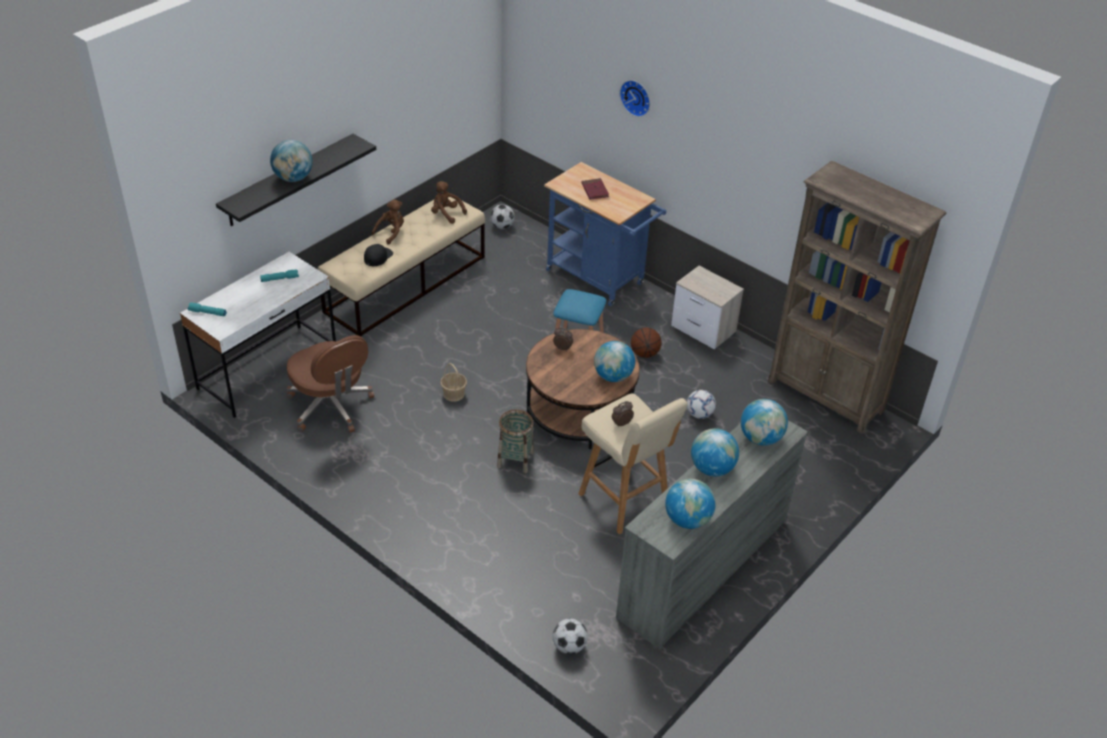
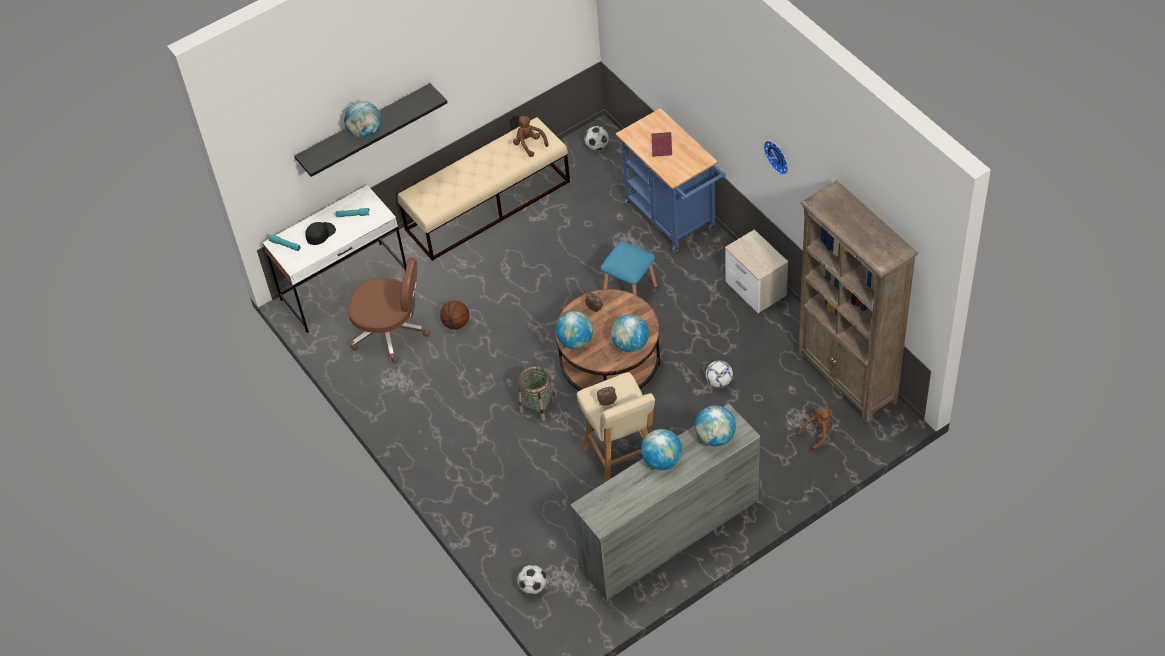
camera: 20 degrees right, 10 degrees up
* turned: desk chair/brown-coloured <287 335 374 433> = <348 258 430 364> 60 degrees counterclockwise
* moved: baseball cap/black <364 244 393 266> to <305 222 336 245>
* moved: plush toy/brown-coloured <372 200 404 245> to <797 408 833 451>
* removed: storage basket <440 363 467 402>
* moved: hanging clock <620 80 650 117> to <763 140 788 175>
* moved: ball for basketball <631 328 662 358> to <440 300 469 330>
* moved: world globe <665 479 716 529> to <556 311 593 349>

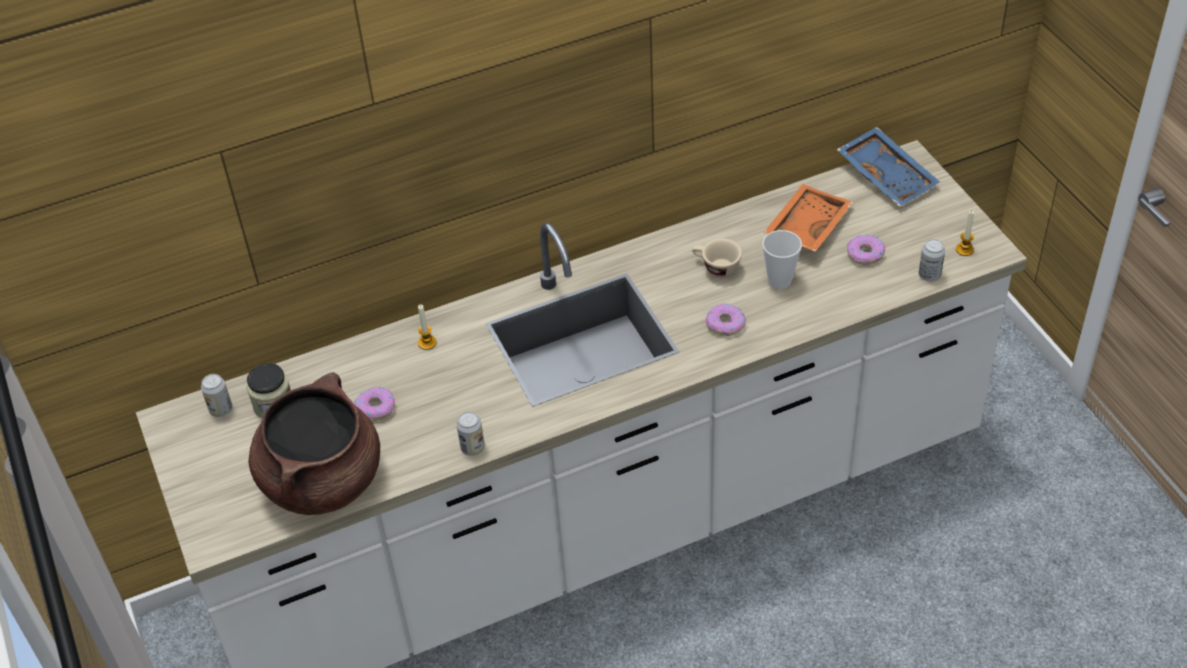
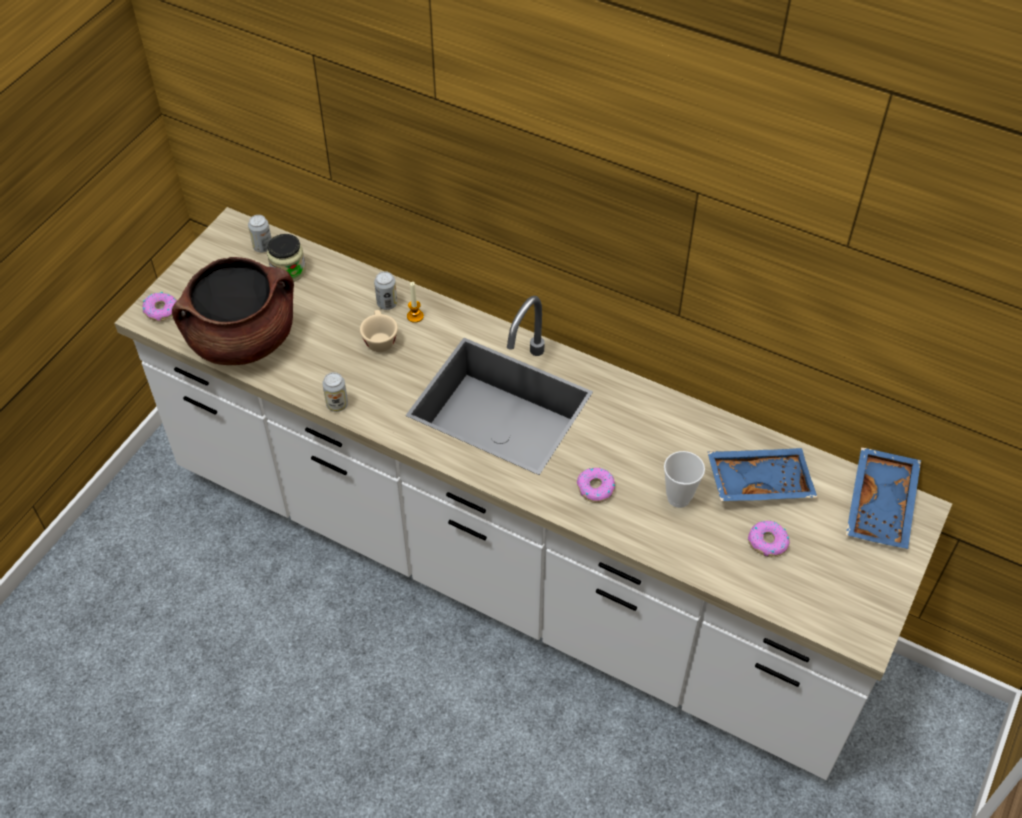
camera: 50 degrees right, 5 degrees up
* moved: ring doughnut <354 387 395 421> to <142 292 177 321>
* moved: small cup/beige <692 239 742 278> to <360 310 398 352>
* recoloured: serving tray/orange-coloured <763 184 853 252> to serving tray/blue-coloured <707 448 817 501>
* moved: sealed can <919 239 945 281> to <374 271 397 310>
* removed: candle <956 211 974 256>

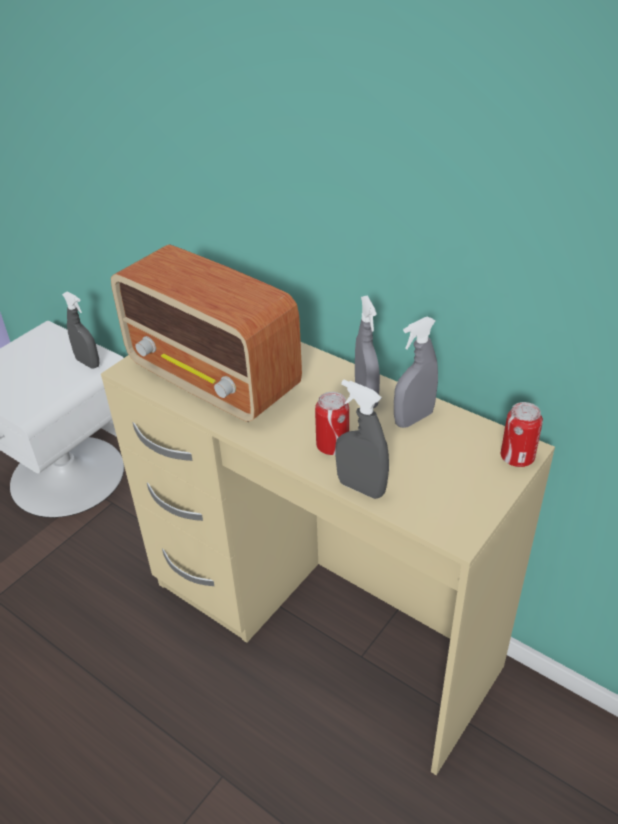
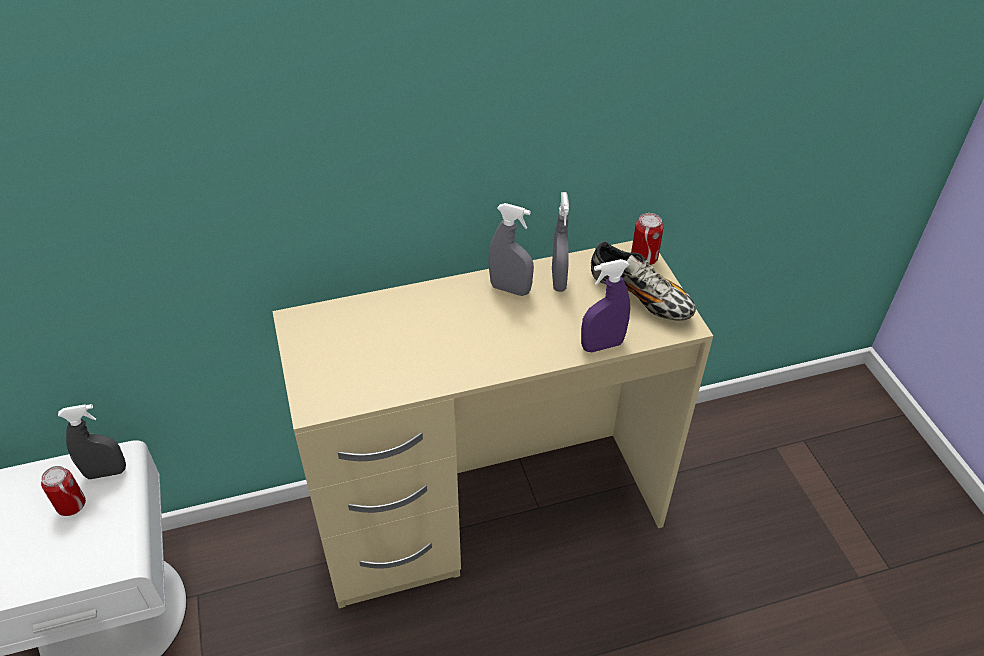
camera: 55 degrees left, 5 degrees up
* removed: radio <111 244 302 422>
* moved: sealed can <315 392 349 455> to <41 466 86 516>
* recoloured: sprayer/gray <336 379 389 499> to sprayer/purplish <581 259 630 352>
* added: low shoe <591 241 696 321>

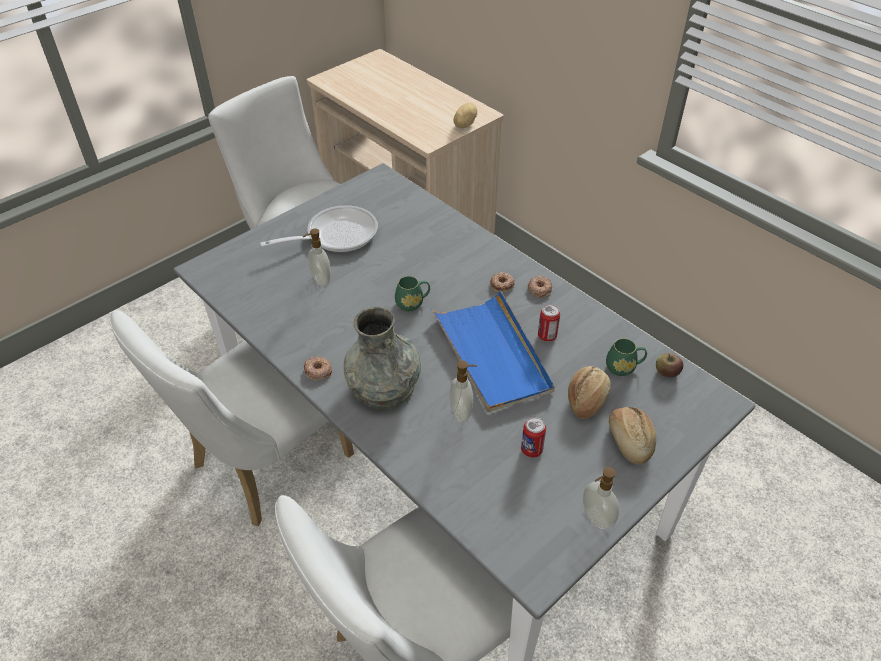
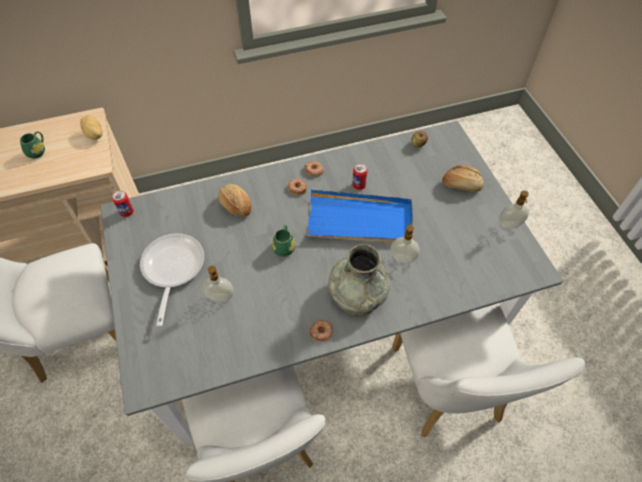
camera: 65 degrees left, 10 degrees up
* moved: sealed can <521 417 546 457> to <112 190 134 217>
* moved: baked bread <568 366 611 419> to <218 184 252 217>
* moved: tea mug/green-coloured <606 338 647 376> to <20 132 45 159>

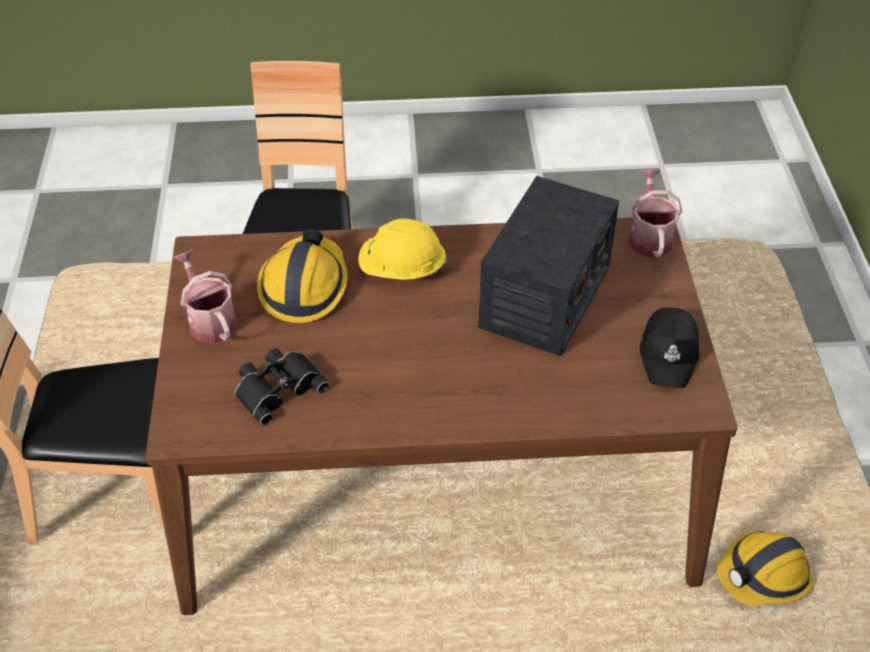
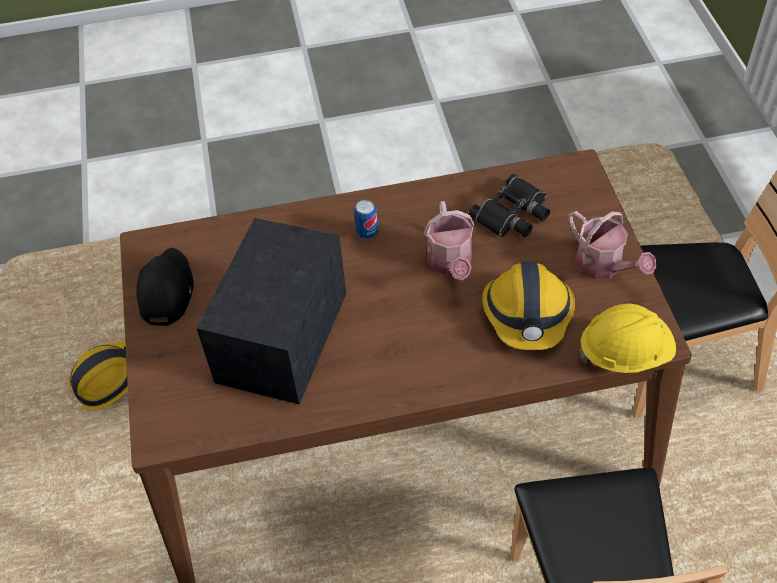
camera: 175 degrees right, 5 degrees up
* moved: safety helmet/yellow <358 218 447 280> to <579 304 676 373>
* moved: watering can <628 169 682 257> to <424 201 476 280>
* added: sealed can <354 200 378 239>

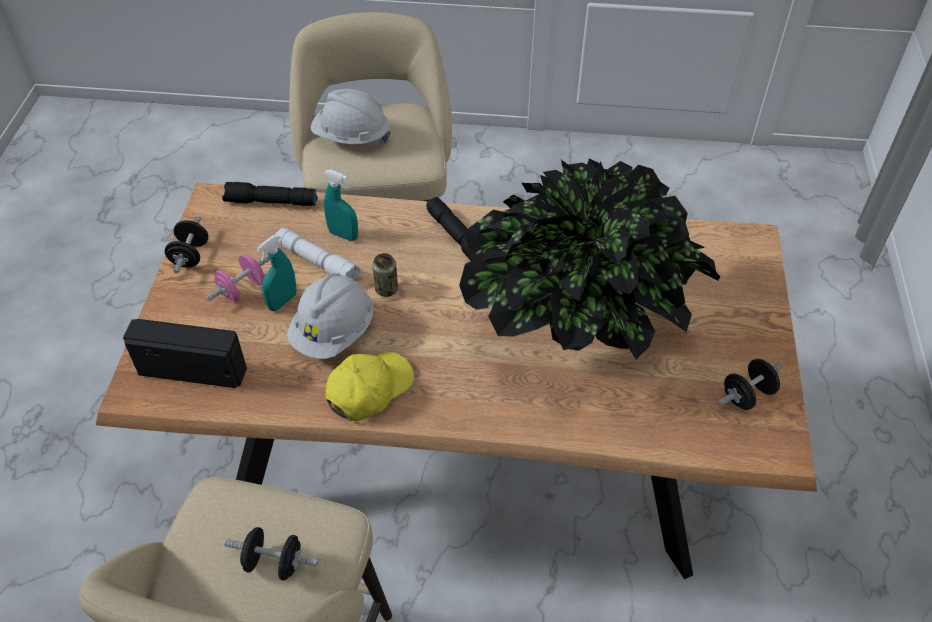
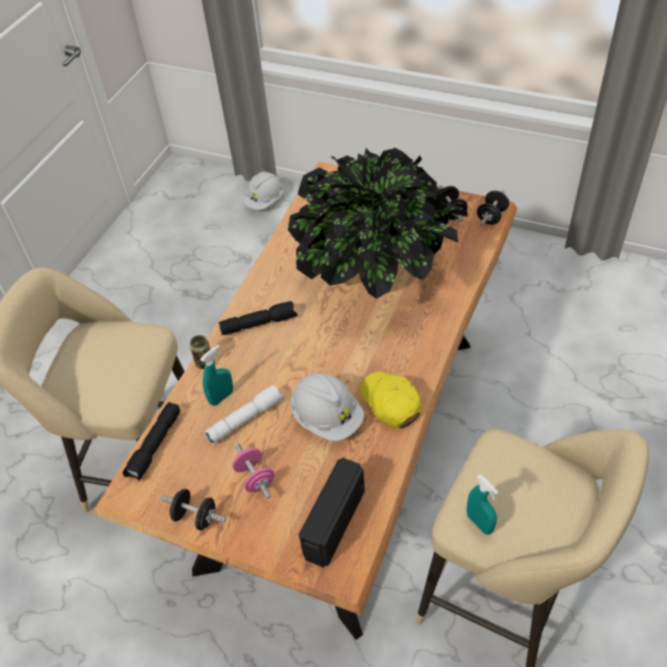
camera: 70 degrees left, 0 degrees up
* moved: hand weight/black <224 527 318 580> to <477 190 509 226>
* moved: sprayer/turquoise <256 235 296 311> to <467 475 498 535>
* moved: safety helmet/white <311 89 391 145> to <243 171 283 210>
* moved: sealed can <372 253 398 297> to <190 335 211 369>

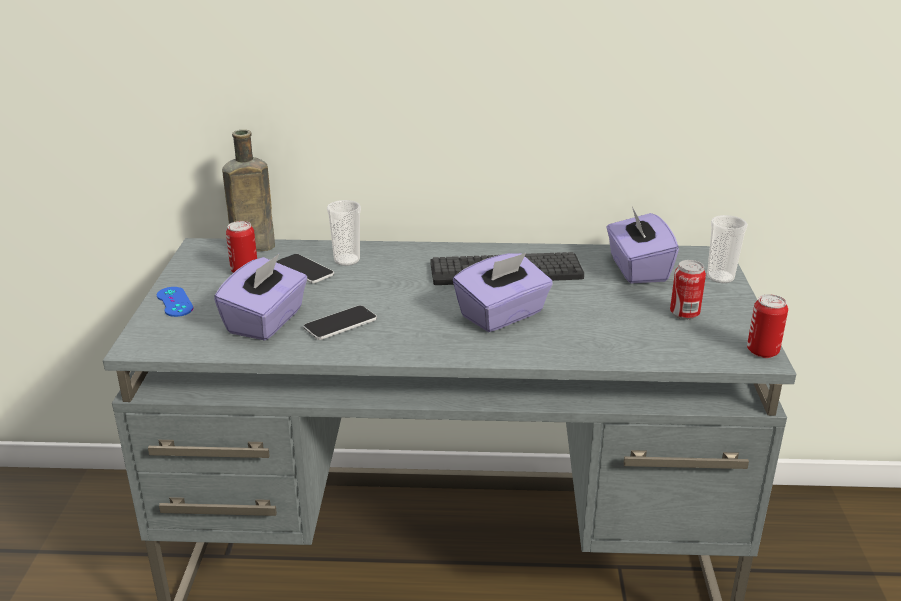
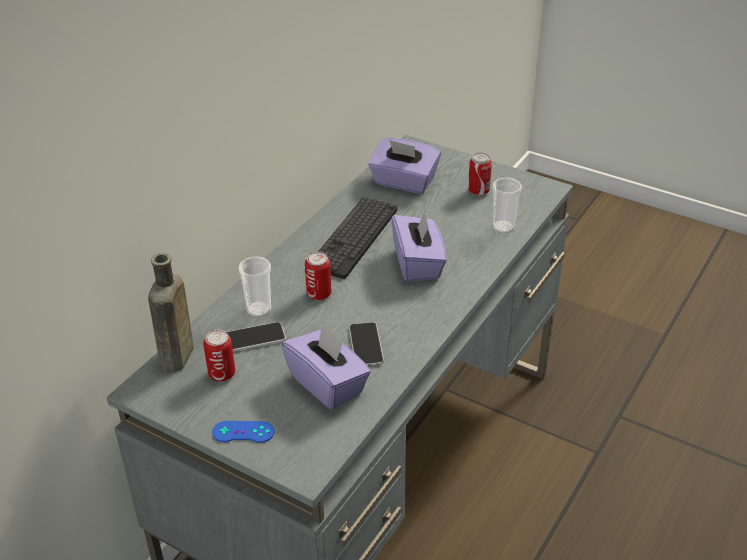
camera: 60 degrees left, 10 degrees up
* moved: small cup <707 215 748 283> to <493 177 522 233>
* moved: sealed can <747 294 788 358> to <305 252 331 300>

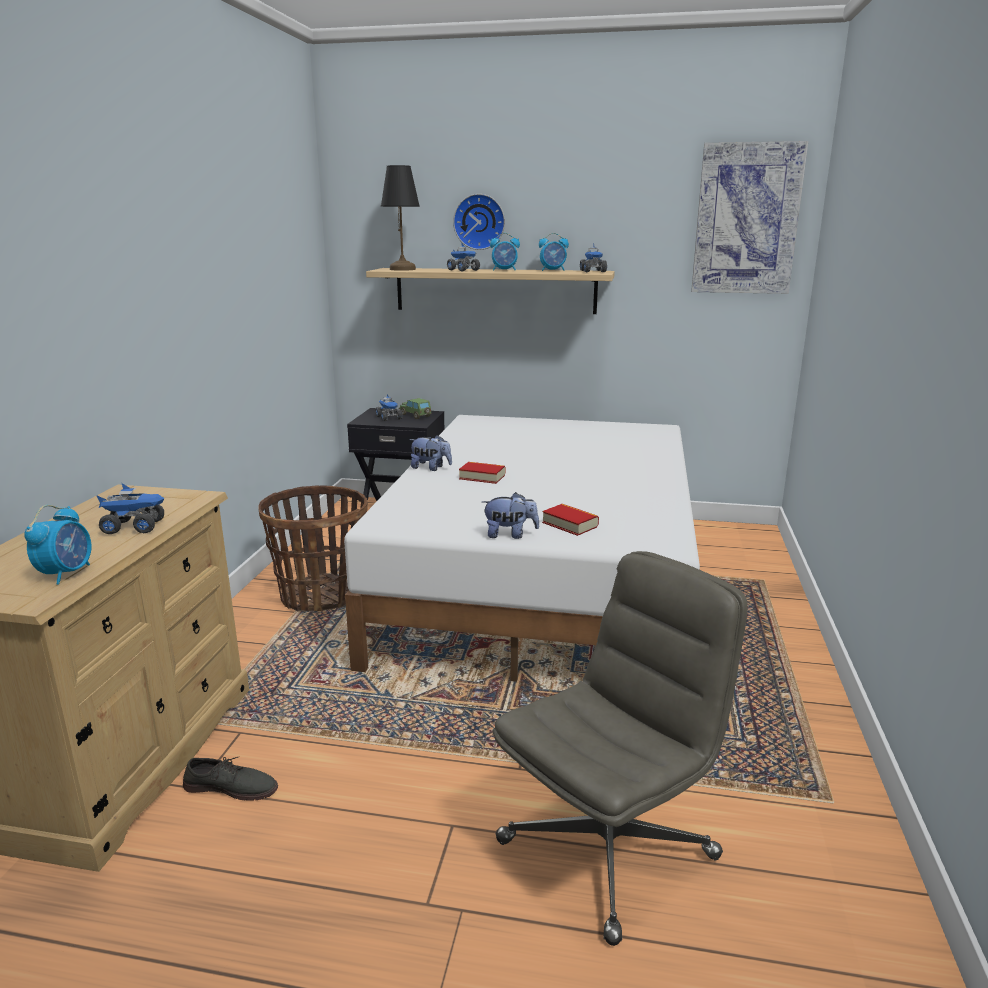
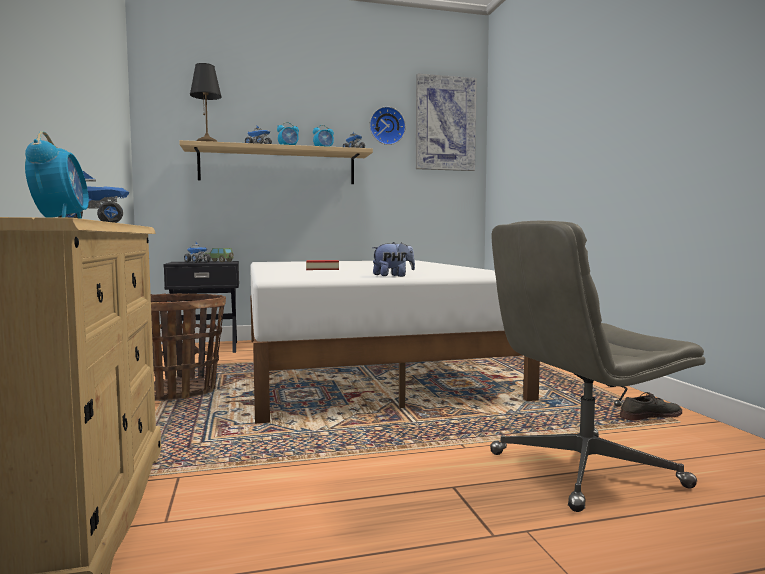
camera: 25 degrees left, 15 degrees down
* moved: low shoe/gray <183 757 278 801> to <620 392 682 421>
* removed: plush toy <409 435 452 471>
* moved: hanging clock <453 194 505 250> to <370 106 406 145>
* turned: desk chair/gray <493 551 748 946> = <490 221 705 512> 135 degrees counterclockwise
* removed: bound book <542 504 599 536>

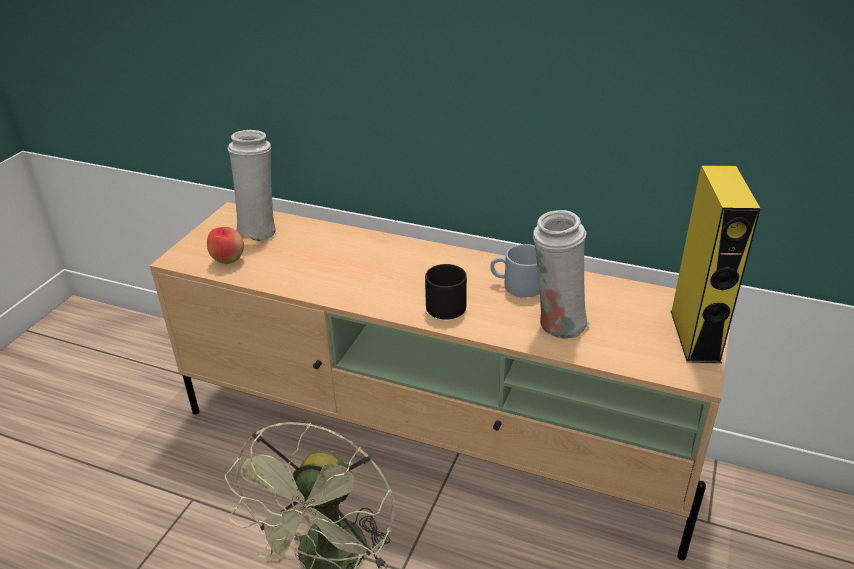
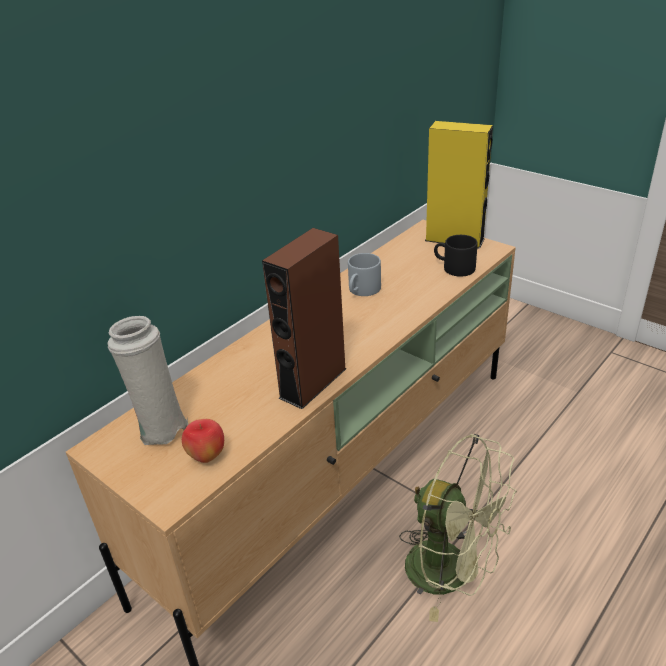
camera: 70 degrees left, 0 degrees up
* moved: tea mug/black <425 264 467 320> to <434 235 478 277>
* removed: vase/white <533 210 590 339>
* added: loudspeaker/brown-coloured <262 228 347 409>

